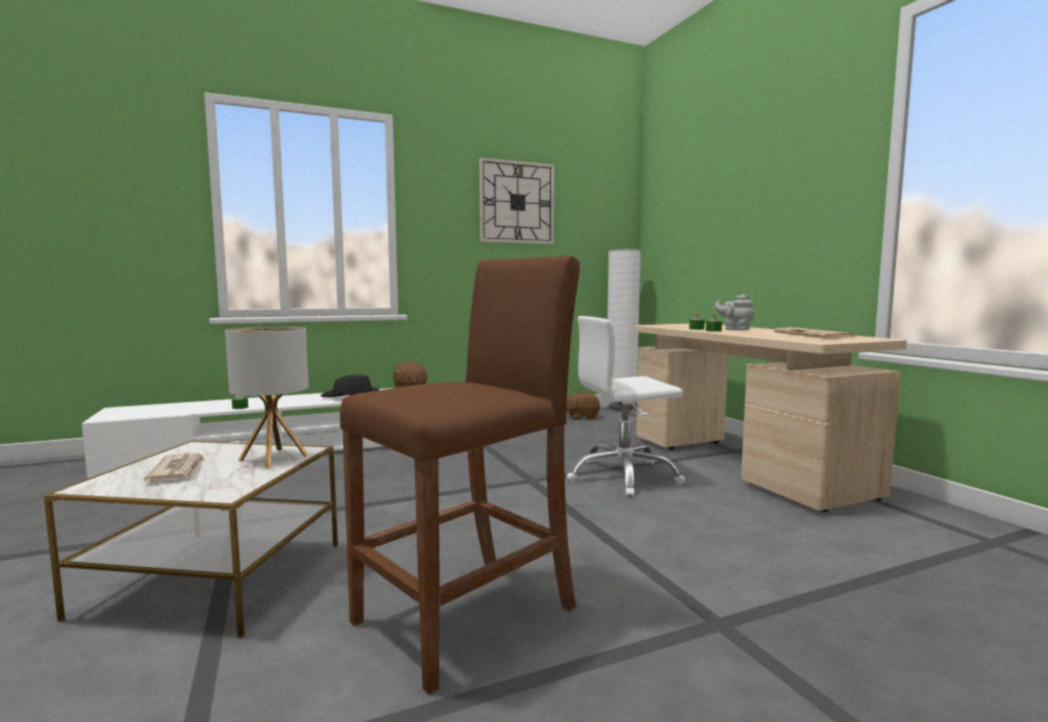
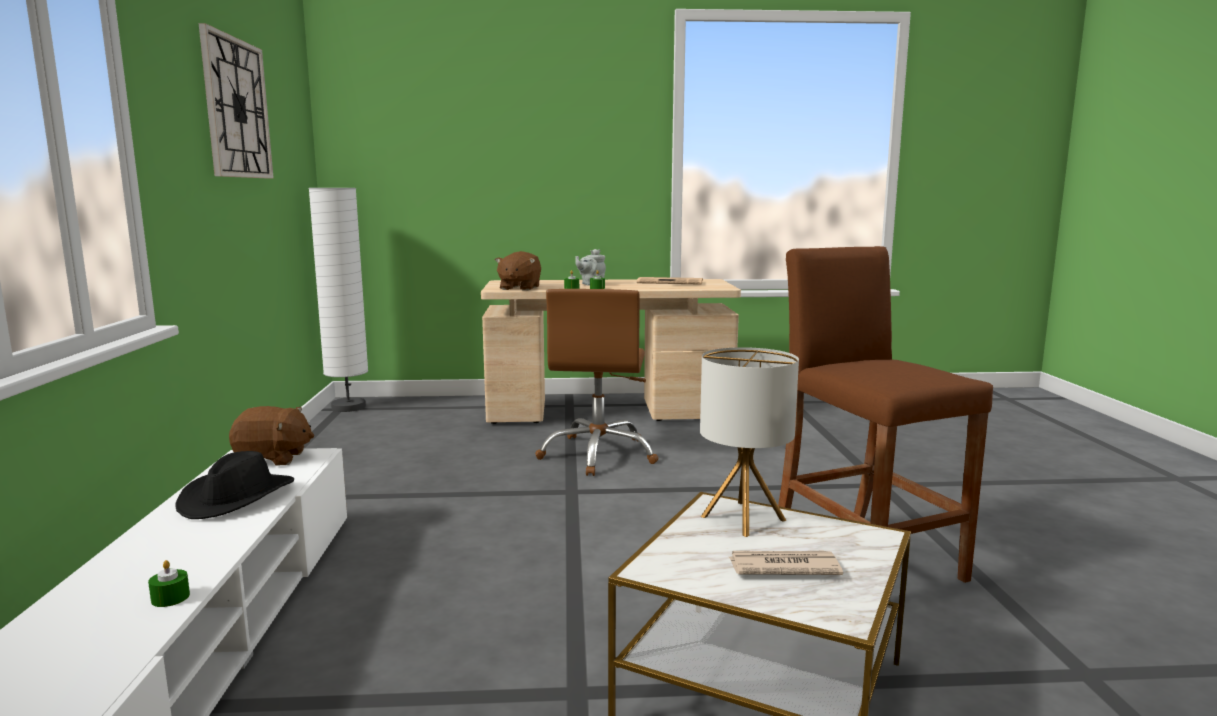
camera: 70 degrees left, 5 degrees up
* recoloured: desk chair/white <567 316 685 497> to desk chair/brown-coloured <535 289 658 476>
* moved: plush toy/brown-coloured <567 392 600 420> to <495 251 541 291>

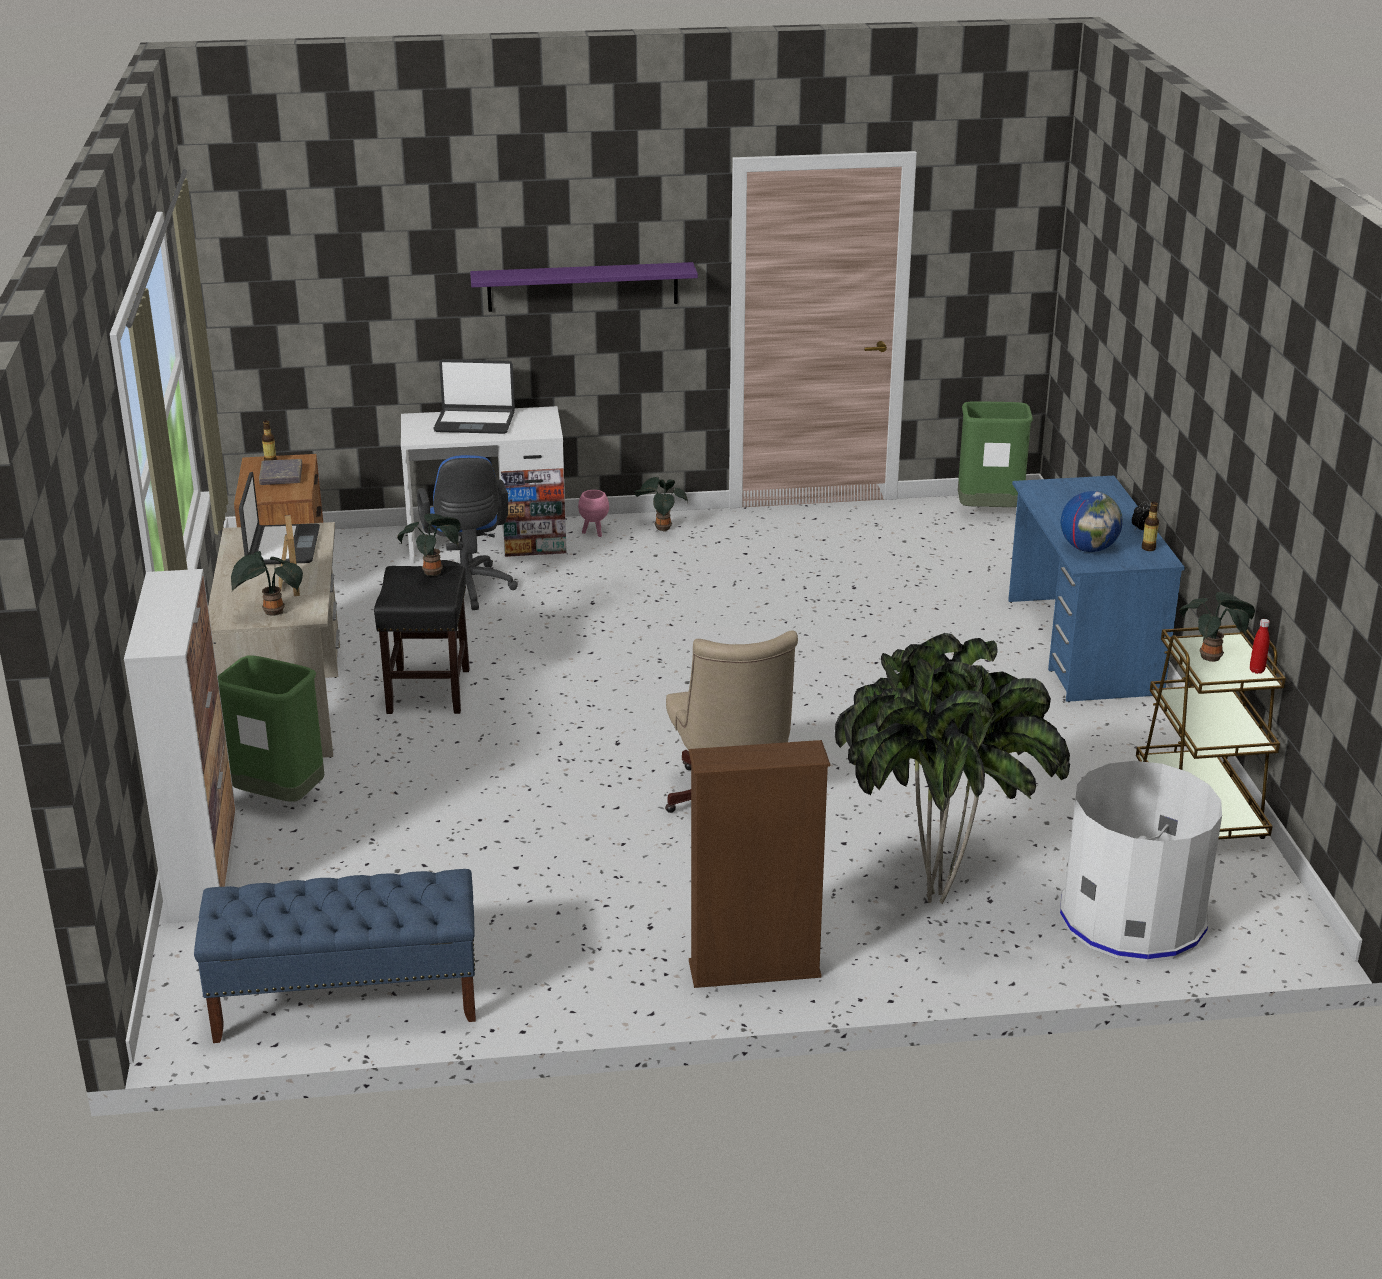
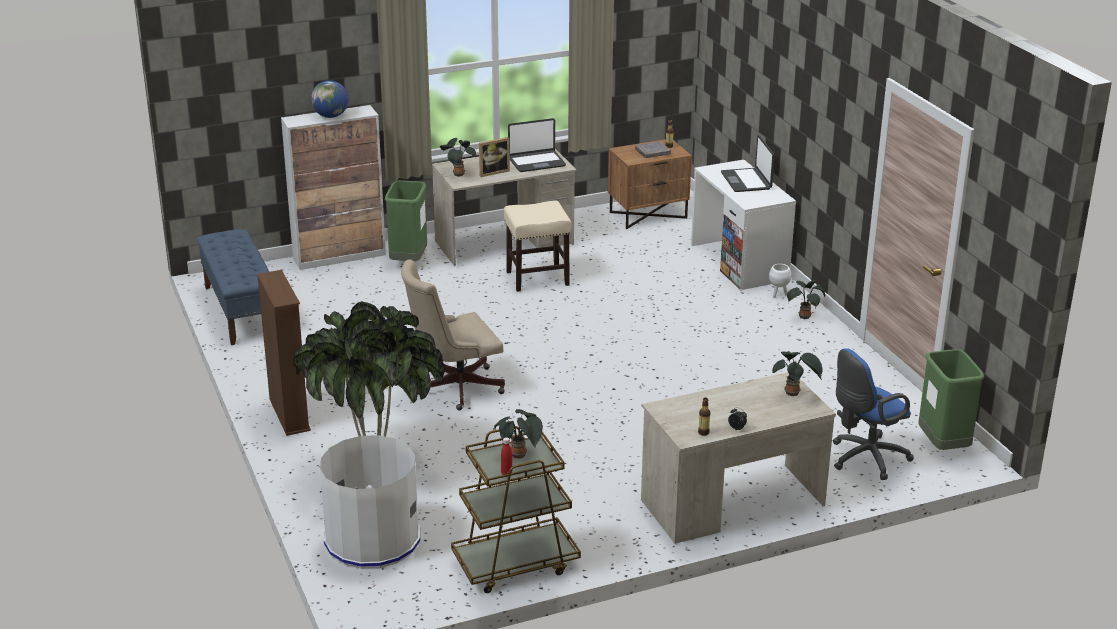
camera: 75 degrees right, 0 degrees up
* recoloured: sitting stool/black <374 566 470 714> to sitting stool/beige <504 200 571 292>
* moved: houseplant <397 513 461 576> to <772 352 823 396>
* moved: desk chair/blue-coloured <417 455 518 610> to <833 348 914 480>
* removed: wall shelf/purplish <470 262 698 312>
* recoloured: plant pot/pink-coloured <578 490 609 537> to plant pot/white <769 264 791 298>
* recoloured: desk unit/blue-coloured <1008 476 1185 702> to desk unit/beige <641 372 836 544>
* moved: world globe <1061 491 1123 552> to <311 80 348 118>

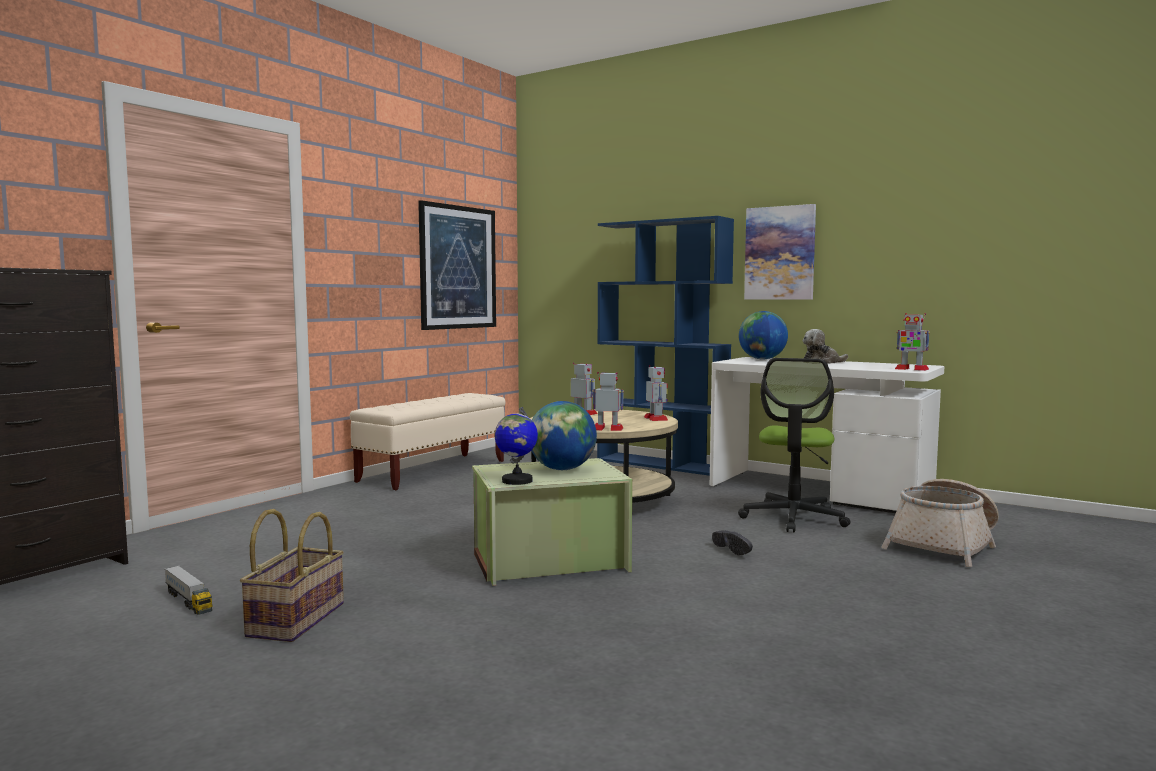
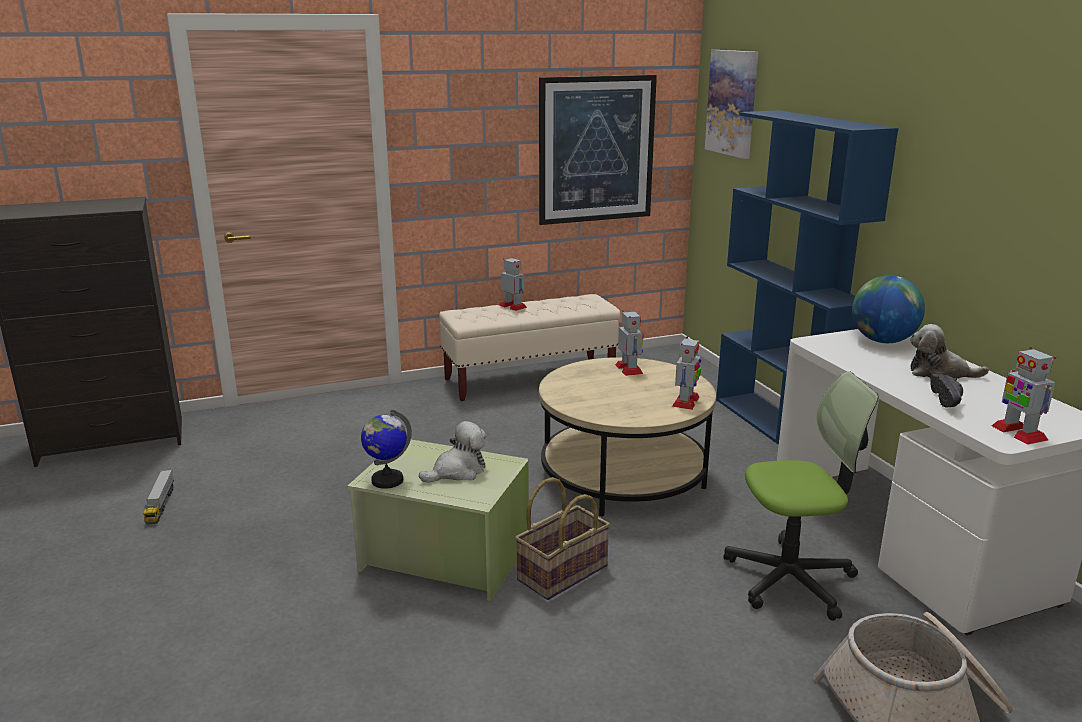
camera: 35 degrees right, 15 degrees up
* moved: storage basket <240 509 344 642> to <515 477 610 600>
* replaced: world globe <531 401 597 470> to plush toy <419 421 486 483>
* moved: robot figure <592 372 624 431> to <499 258 527 311>
* moved: low shoe/black <712 530 753 555> to <930 374 963 407>
* turned: desk chair <738 358 851 533> = <723 372 879 621> 150 degrees counterclockwise
* moved: wall art <744 204 816 300> to <705 50 758 159>

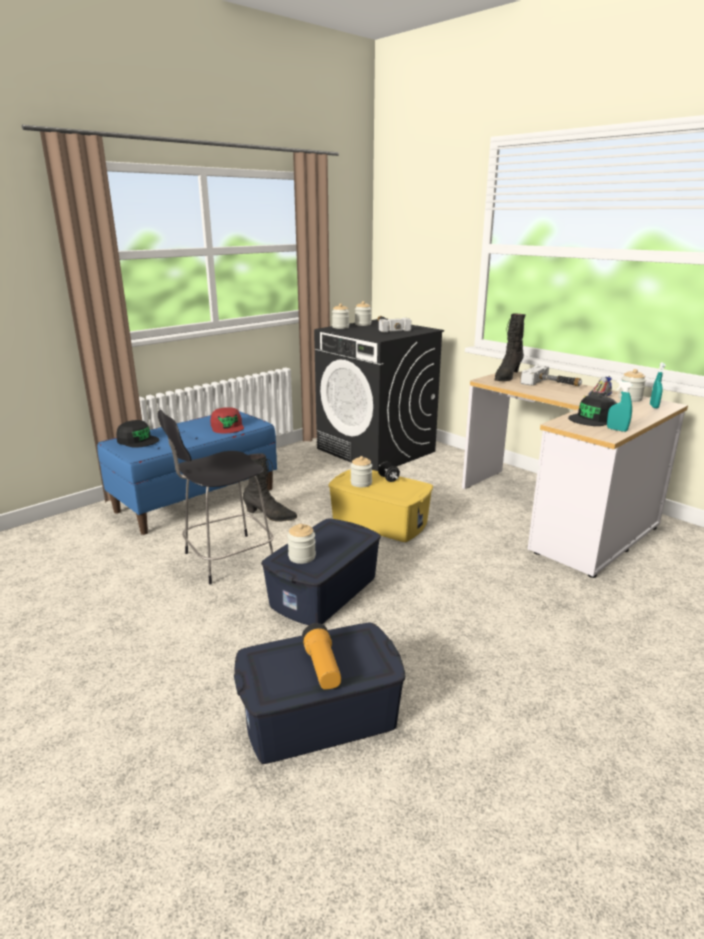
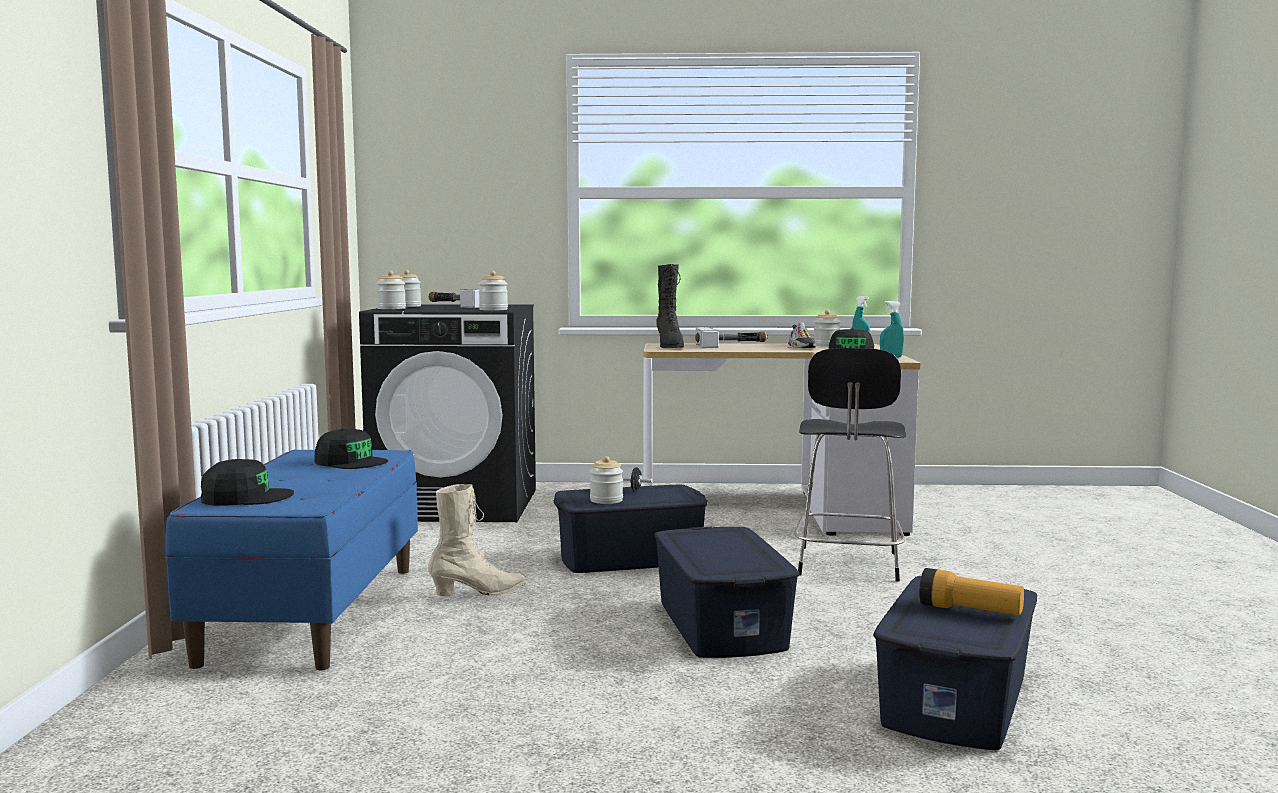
camera: 45 degrees left, 15 degrees down
* moved: plain chair/black <158 410 274 585> to <794 348 906 582>
* recoloured: baseball cap/red-coloured <210 407 244 433> to baseball cap/black <315 429 388 469>
* recoloured: boot/black <243 453 297 522> to boot/beige <428 484 526 596>
* moved: storage jar <287 524 316 564> to <479 271 508 311>
* recoloured: storage bin/yellow <328 469 433 542> to storage bin/blue-coloured <554 484 707 573>

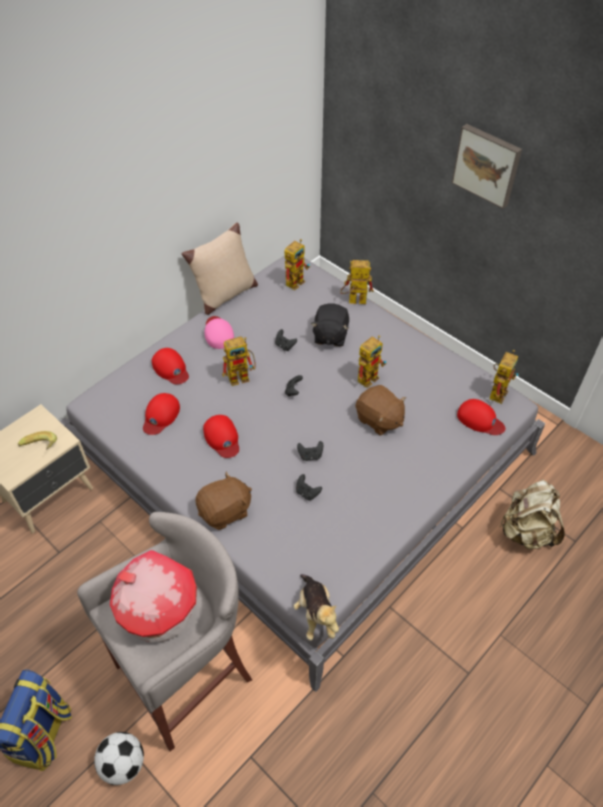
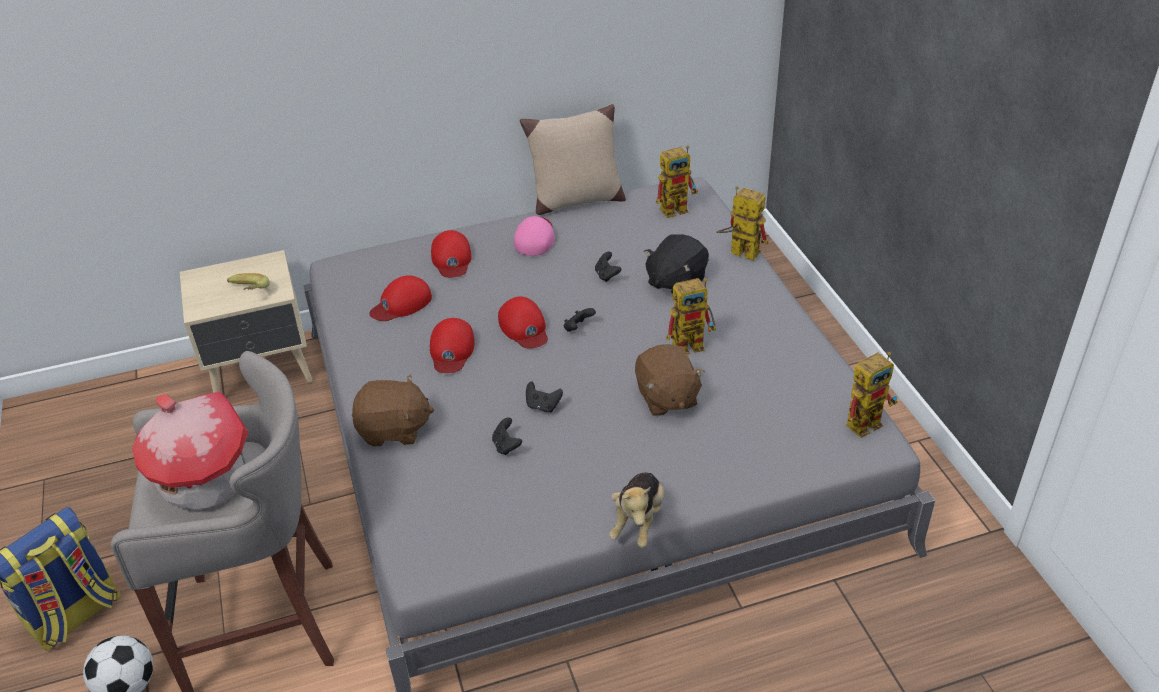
camera: 30 degrees right, 10 degrees down
* removed: robot figure <222 337 256 386>
* moved: plush toy <293 574 339 640> to <609 472 664 548>
* removed: wall art <452 124 522 209>
* moved: baseball cap/red-coloured <457 399 505 435> to <498 296 548 349>
* removed: rucksack/beige <500 480 565 549>

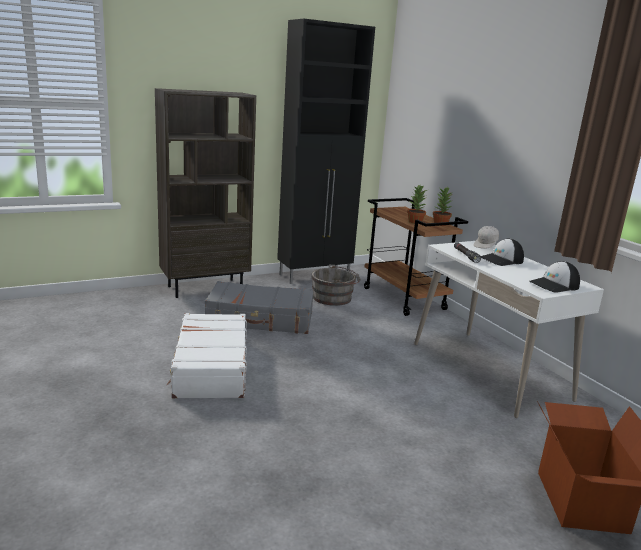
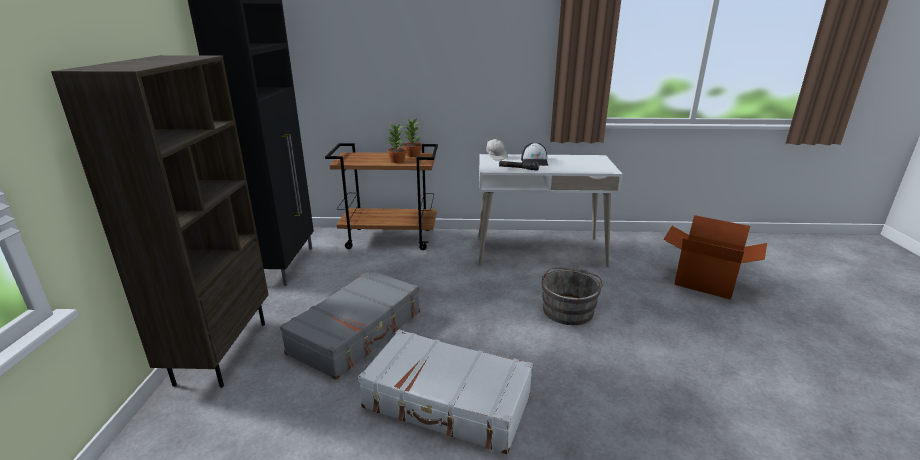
camera: 60 degrees left, 5 degrees up
* moved: water bucket/gray <311 265 361 306> to <542 267 603 325>
* removed: baseball cap <529 261 580 293>

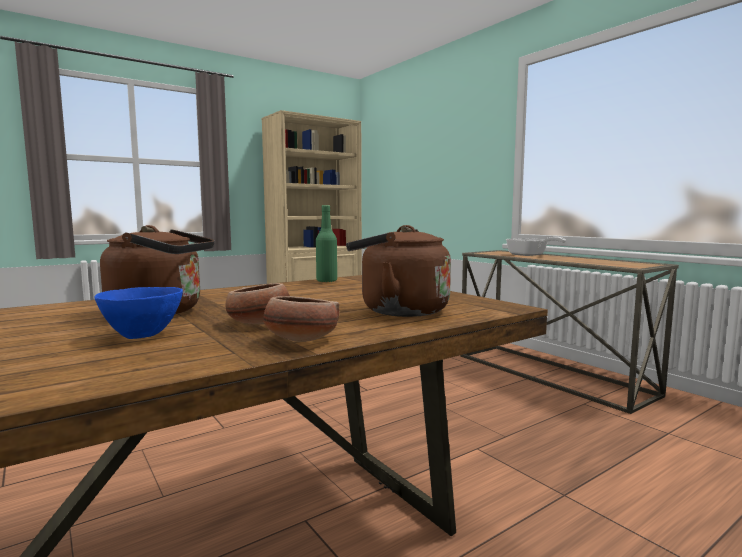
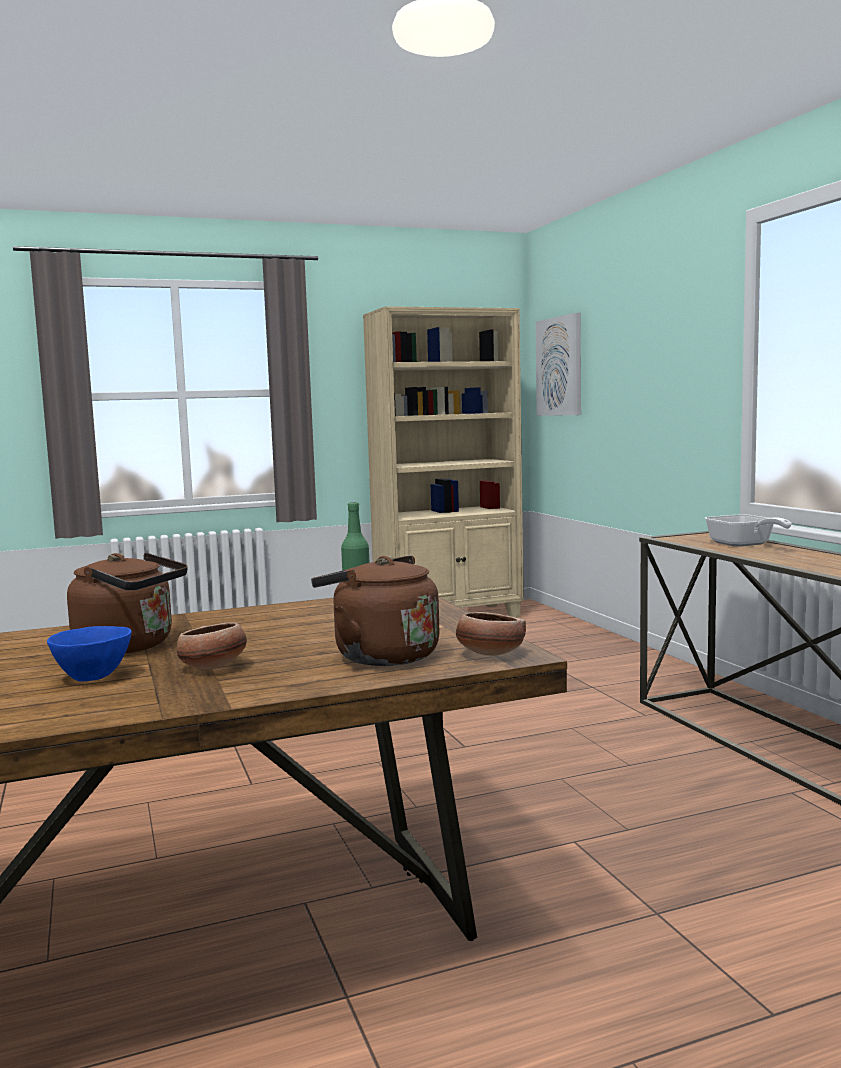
camera: 15 degrees right, 0 degrees up
* moved: deep dish <263 296 340 342> to <456 612 526 656>
* added: wall art <535 313 581 416>

